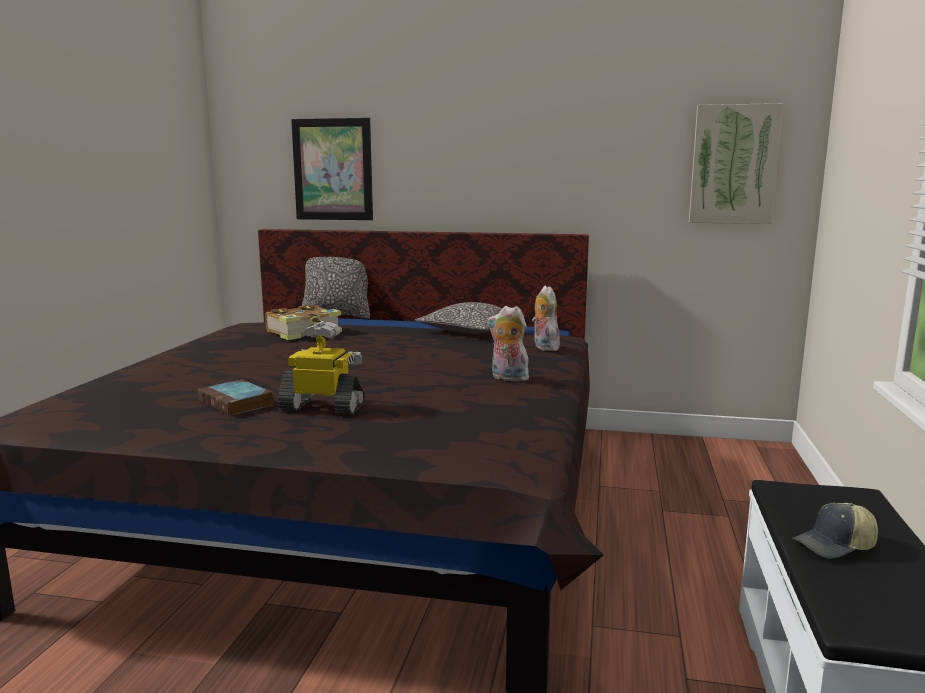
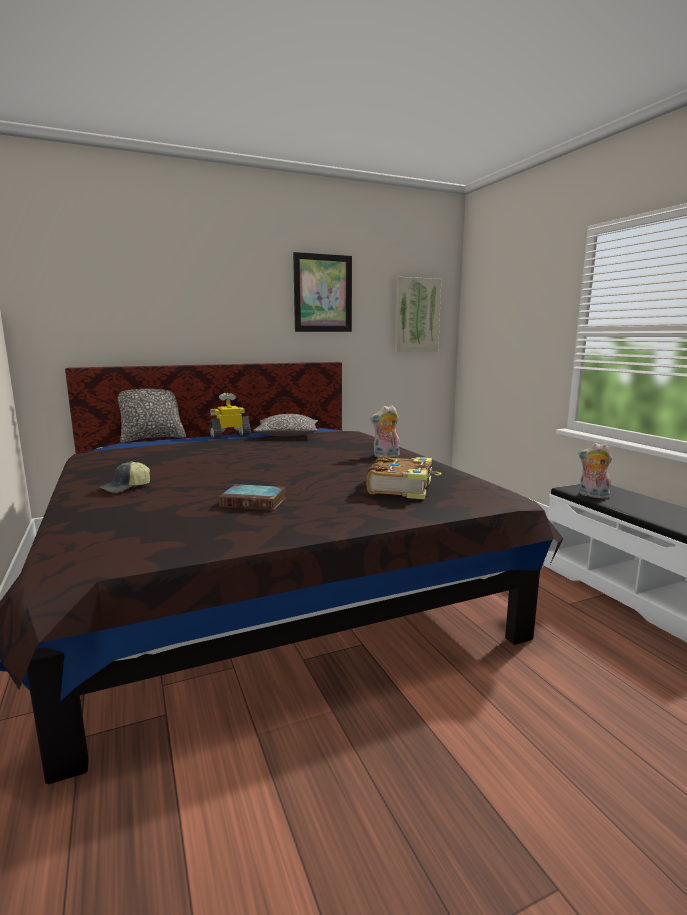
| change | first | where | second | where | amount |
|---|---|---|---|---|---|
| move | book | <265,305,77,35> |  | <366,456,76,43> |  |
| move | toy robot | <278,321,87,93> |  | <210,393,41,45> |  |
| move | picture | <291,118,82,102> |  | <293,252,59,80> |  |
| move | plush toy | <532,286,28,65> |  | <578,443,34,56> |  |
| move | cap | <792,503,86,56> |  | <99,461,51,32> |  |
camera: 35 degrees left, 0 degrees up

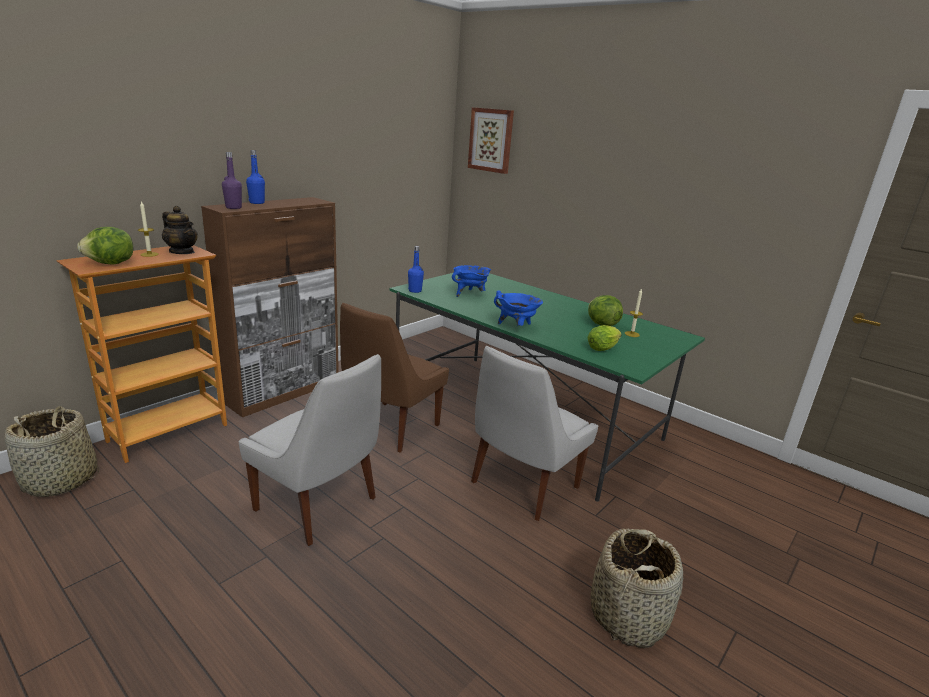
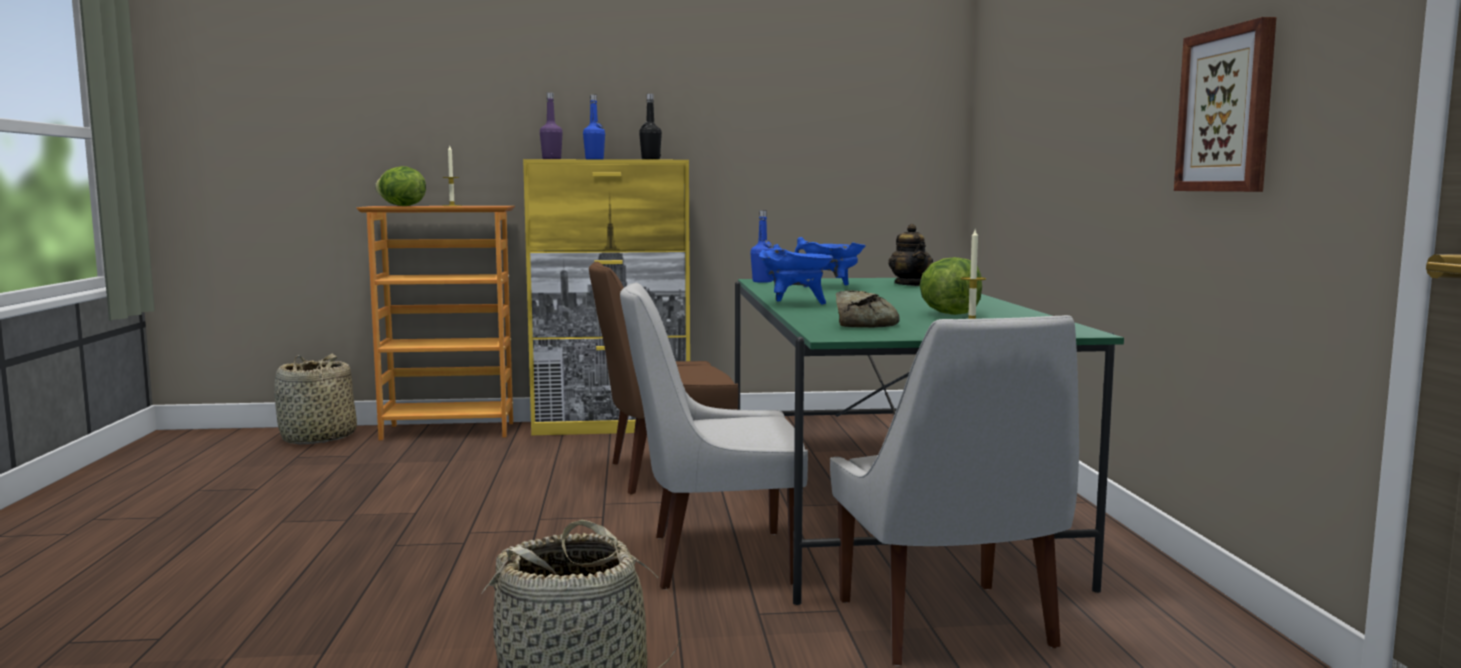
| change | first | where | second | where | amount |
|---|---|---|---|---|---|
| move | teapot | <162,206,36,48> |  | <888,224,45,62> |  |
| recolor | brown cabinet | <201,197,138,220> | yellow cabinet | <523,159,167,276> |  |
| move | white chair | <238,354,143,192> |  | <830,315,249,351> |  |
| move | picture | <468,107,46,67> |  | <1174,17,102,175> |  |
| replace | lettuce | <587,325,35,26> | bread | <836,290,64,38> |  |
| insert |  |  | black bottle | <639,94,23,66> |  |
camera: 45 degrees right, 15 degrees down

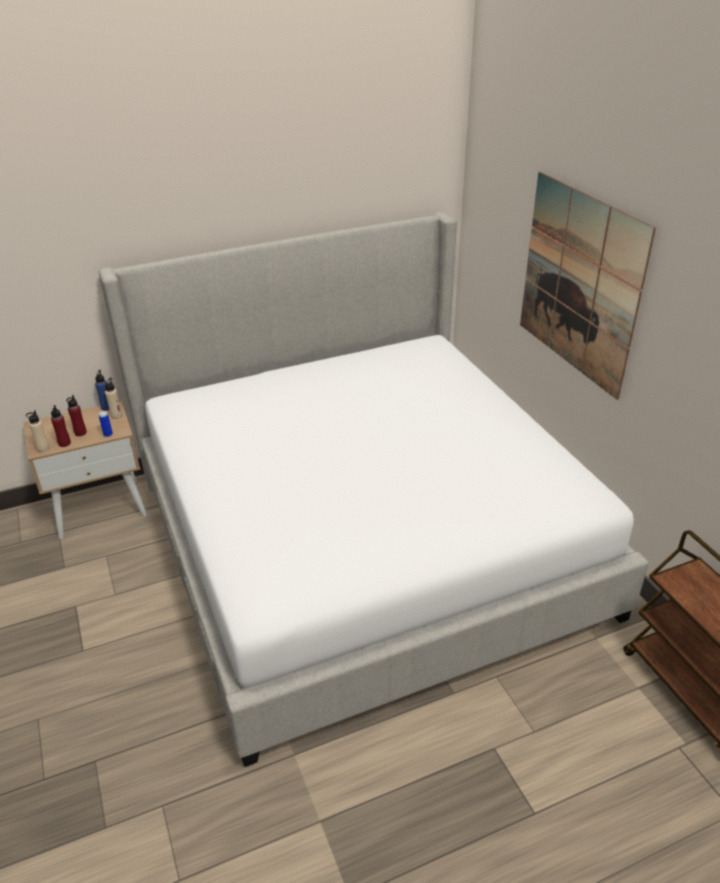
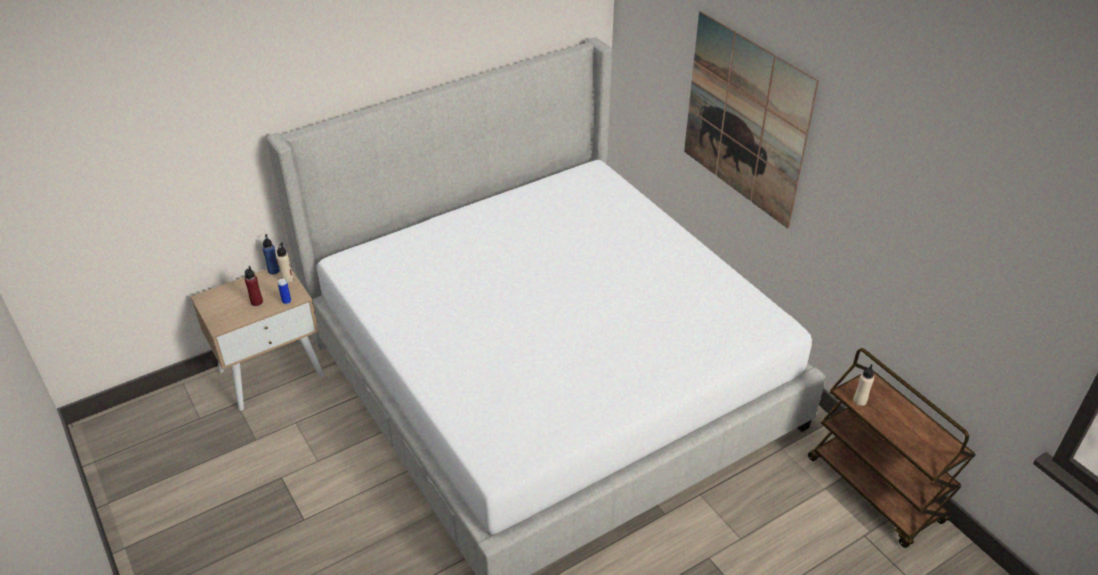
| change | first | where | second | where | amount |
|---|---|---|---|---|---|
| move | beige bottle | <26,410,23,42> |  | <853,364,21,42> |  |
| delete | red bottle | <51,405,20,42> |  |  |  |
camera: 10 degrees left, 5 degrees up

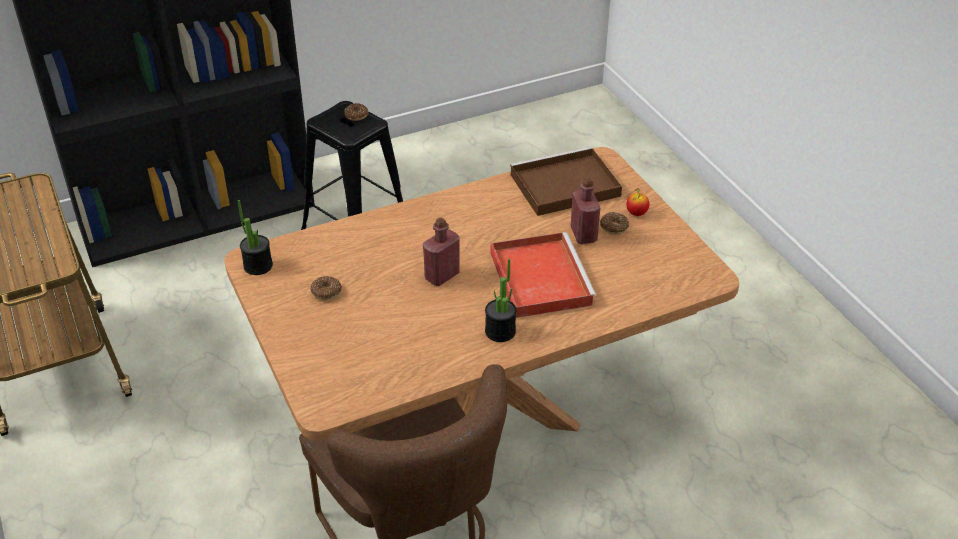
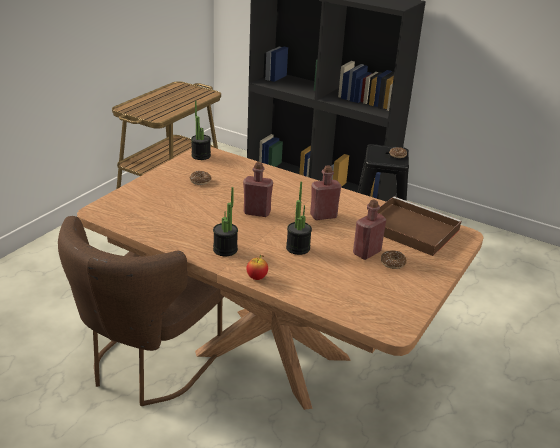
| change | first | where | second | where | amount |
|---|---|---|---|---|---|
| replace | red tray | <490,232,107,86> | potted plant | <286,182,26,73> |  |
| move | apple | <626,188,23,28> |  | <246,255,22,25> |  |
| insert |  |  | red bottle | <310,165,31,55> |  |
camera: 55 degrees right, 10 degrees down

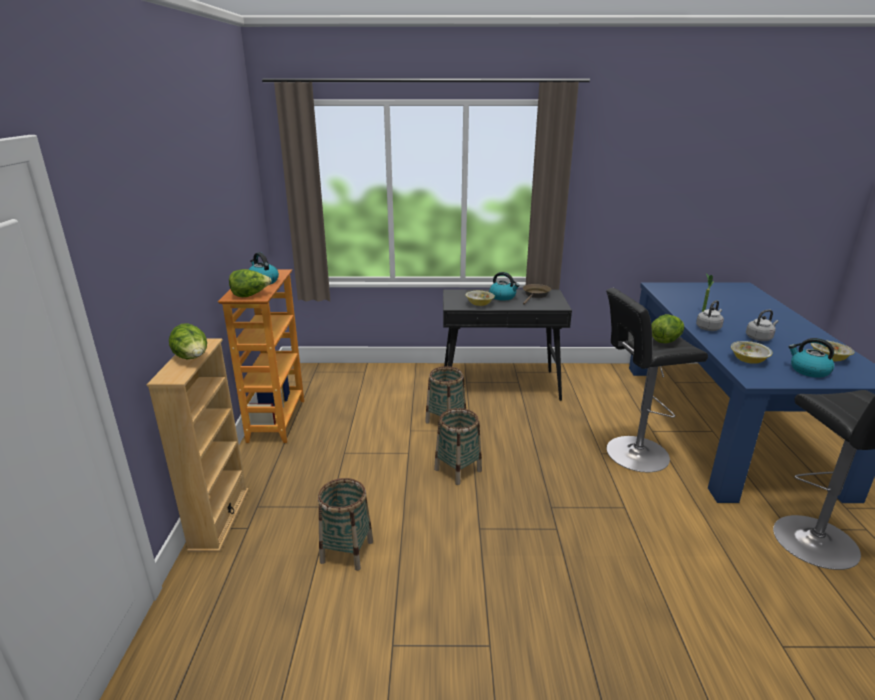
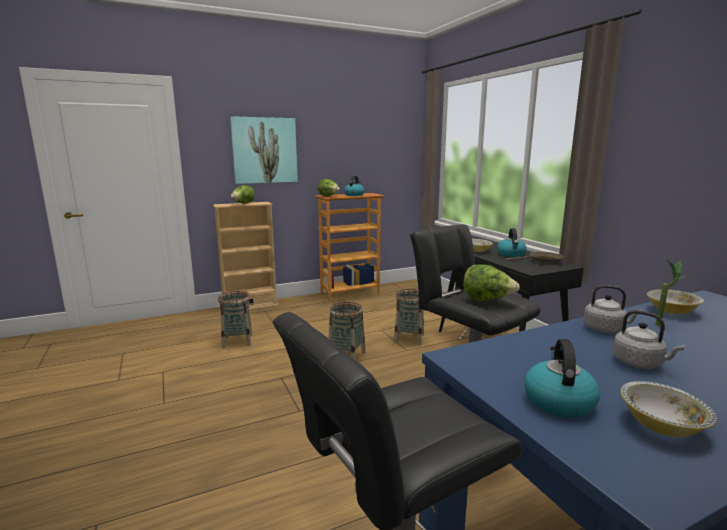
| change | first | where | second | where | amount |
|---|---|---|---|---|---|
| move | bowl | <731,341,41,23> |  | <647,289,57,25> |  |
| insert |  |  | picture | <230,116,68,68> |  |
camera: 65 degrees right, 10 degrees down

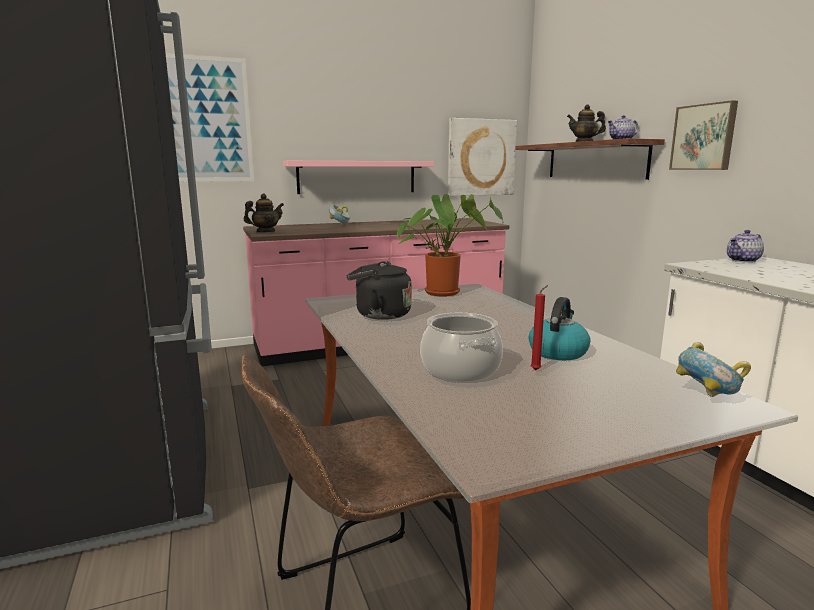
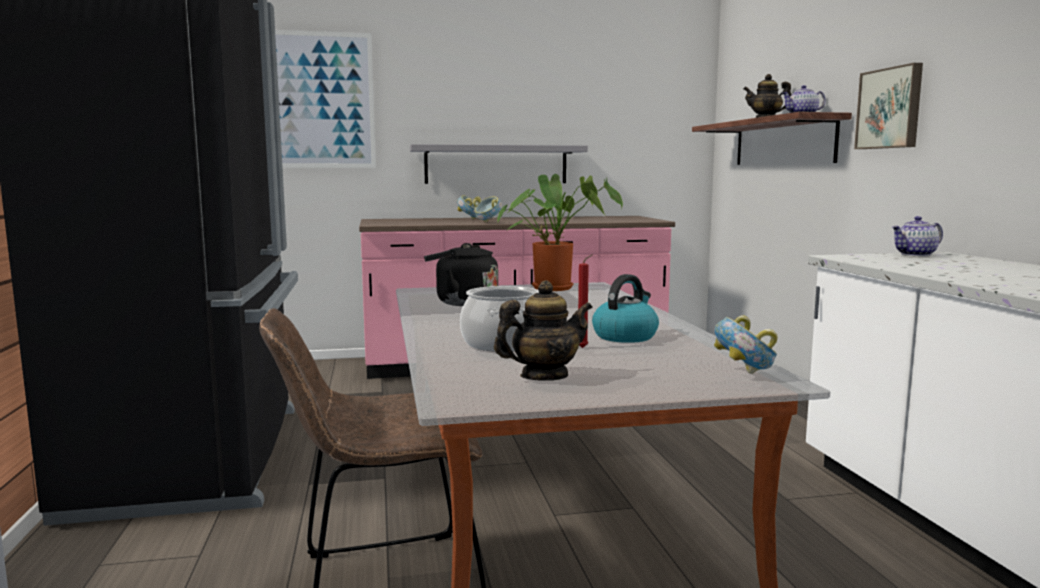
| change | first | where | second | where | amount |
|---|---|---|---|---|---|
| move | teapot | <244,194,40,38> |  | <494,280,99,101> |  |
| recolor | pink shelf | <283,161,151,33> | grey shelf | <410,144,178,40> |  |
| delete | picture | <448,118,69,78> |  |  |  |
| insert |  |  | bowl | <473,196,29,26> |  |
camera: 10 degrees right, 5 degrees down

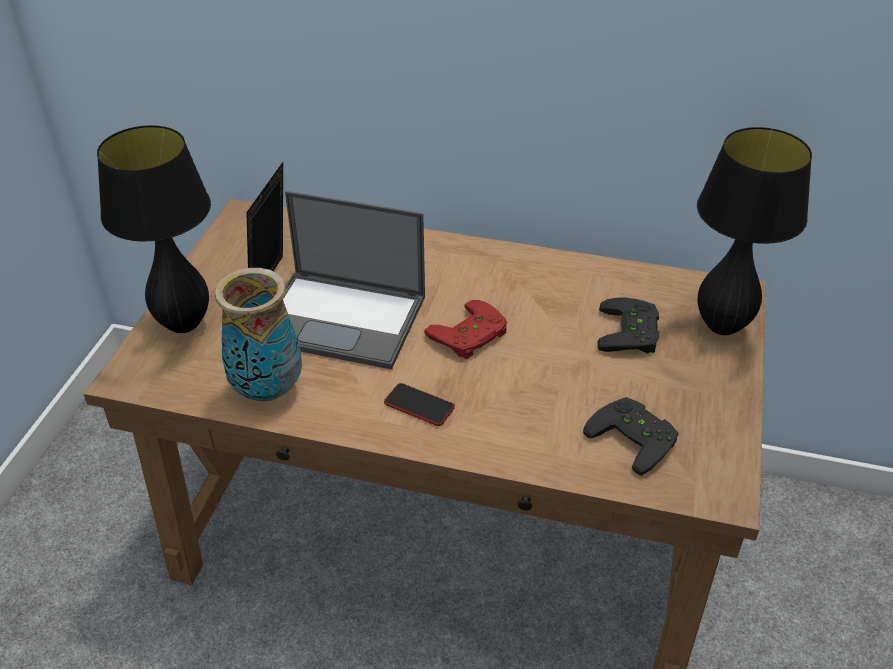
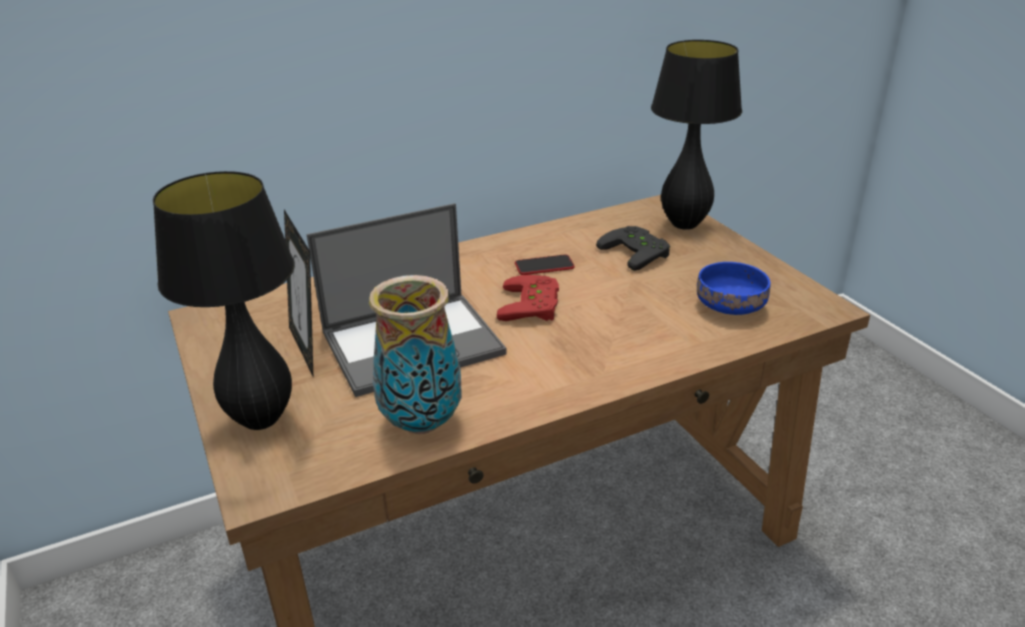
| change | first | where | second | where | amount |
|---|---|---|---|---|---|
| move | phone | <384,383,71,43> |  | <515,254,60,21> |  |
| replace | black game controller | <583,397,96,79> | blue bowl | <697,262,74,53> |  |
camera: 40 degrees left, 10 degrees down

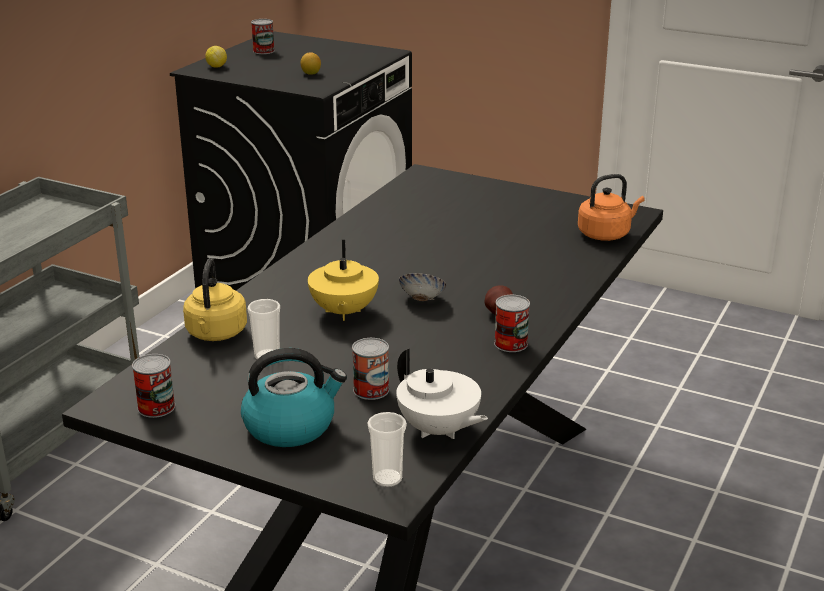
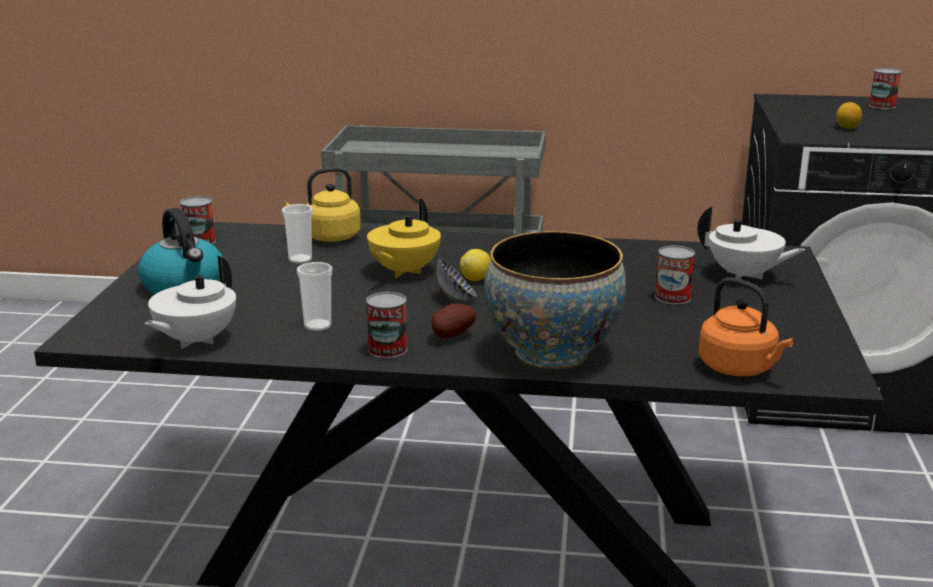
| change | first | where | second | where | amount |
|---|---|---|---|---|---|
| move | lemon | <205,46,22,21> |  | <460,249,31,32> |  |
| rotate | yellow teapot | <308,240,71,81> |  | <367,199,74,79> | 45 degrees counterclockwise |
| move | can | <352,338,37,62> |  | <655,246,40,59> |  |
| move | cup | <367,412,40,75> |  | <297,262,35,69> |  |
| insert |  |  | bowl | <485,231,141,138> |  |
| insert |  |  | white teapot | <697,206,108,73> |  |
camera: 70 degrees right, 5 degrees down

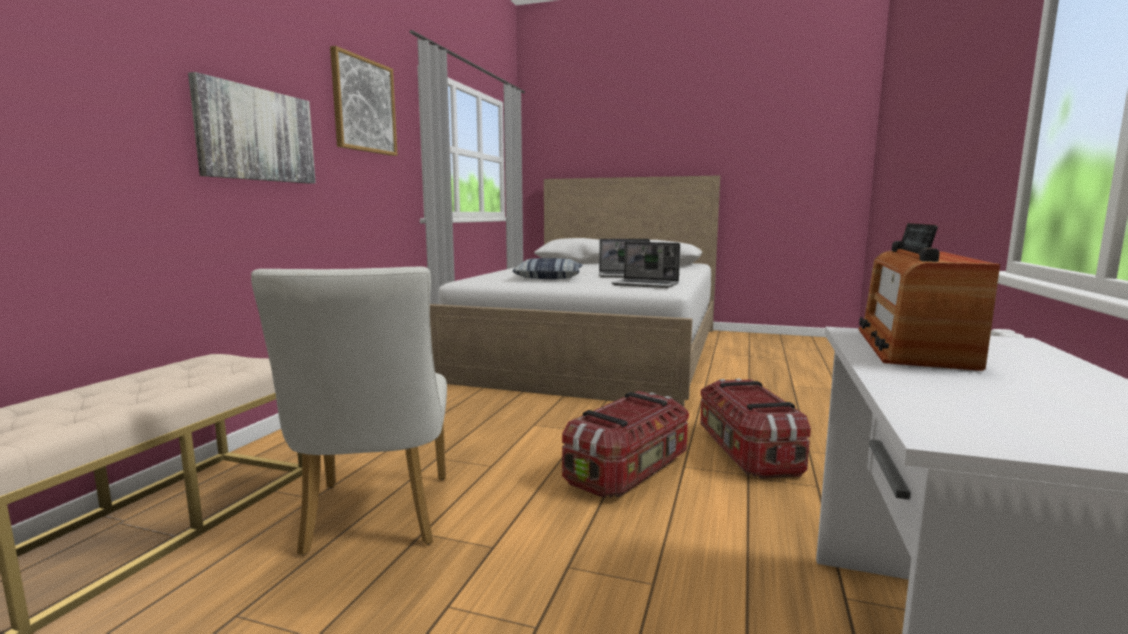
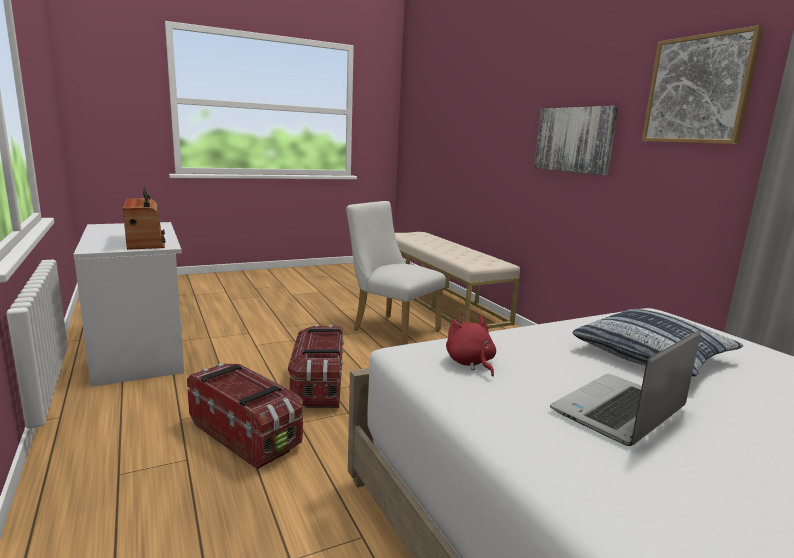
| change | first | where | second | where | amount |
|---|---|---|---|---|---|
| replace | laptop | <612,242,68,46> | red plush toy | <446,316,50,61> |  |
camera: 135 degrees right, 5 degrees up

